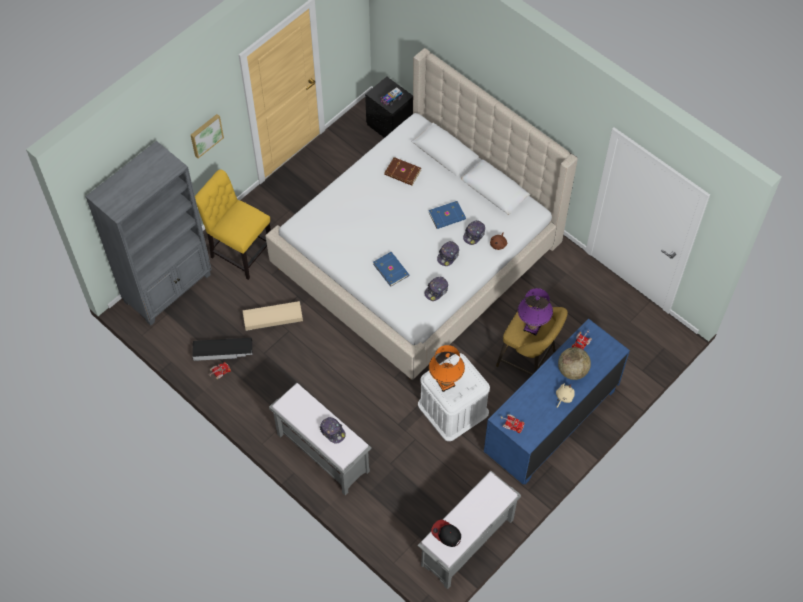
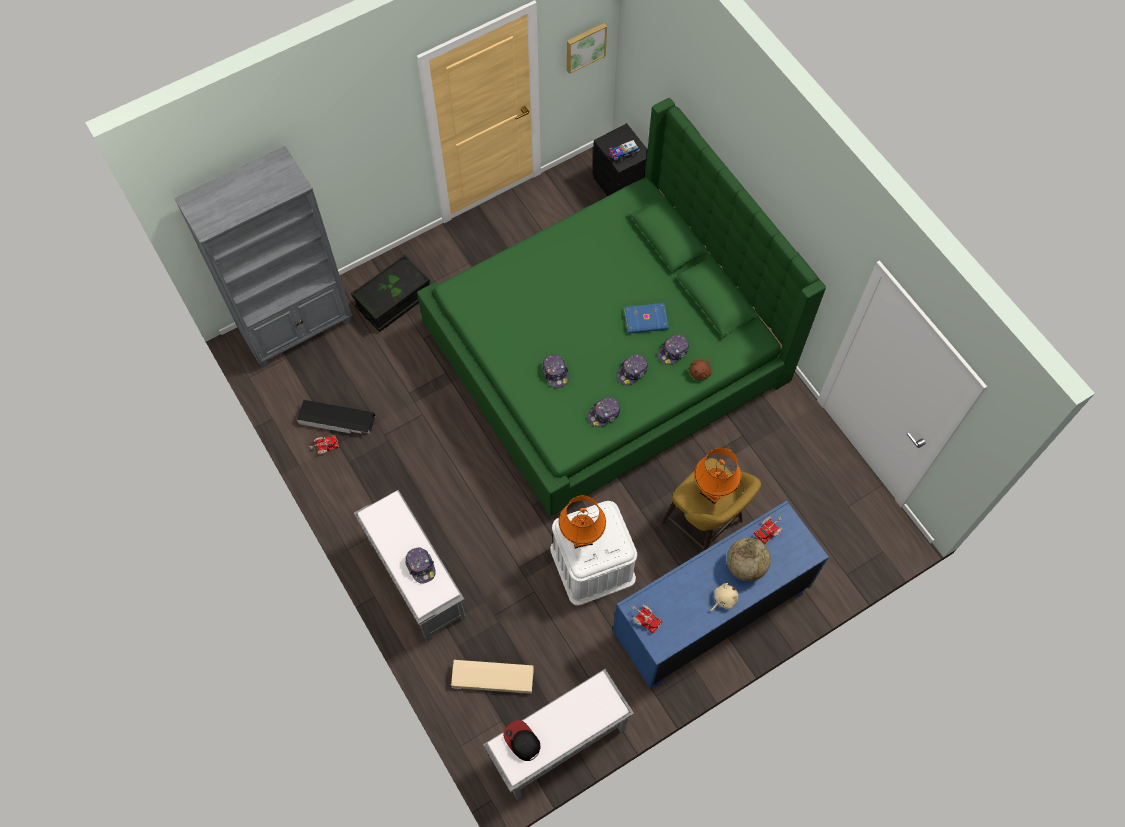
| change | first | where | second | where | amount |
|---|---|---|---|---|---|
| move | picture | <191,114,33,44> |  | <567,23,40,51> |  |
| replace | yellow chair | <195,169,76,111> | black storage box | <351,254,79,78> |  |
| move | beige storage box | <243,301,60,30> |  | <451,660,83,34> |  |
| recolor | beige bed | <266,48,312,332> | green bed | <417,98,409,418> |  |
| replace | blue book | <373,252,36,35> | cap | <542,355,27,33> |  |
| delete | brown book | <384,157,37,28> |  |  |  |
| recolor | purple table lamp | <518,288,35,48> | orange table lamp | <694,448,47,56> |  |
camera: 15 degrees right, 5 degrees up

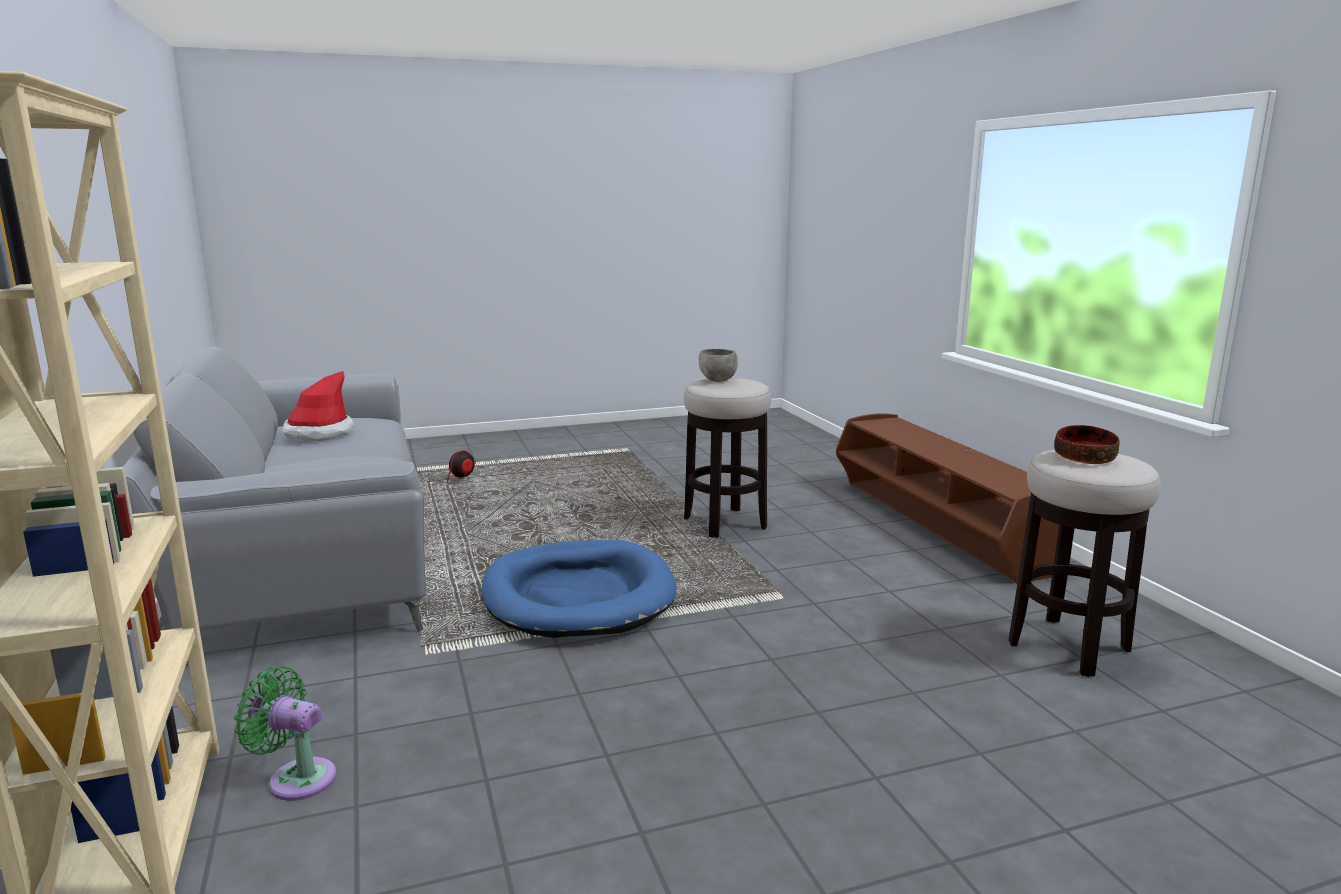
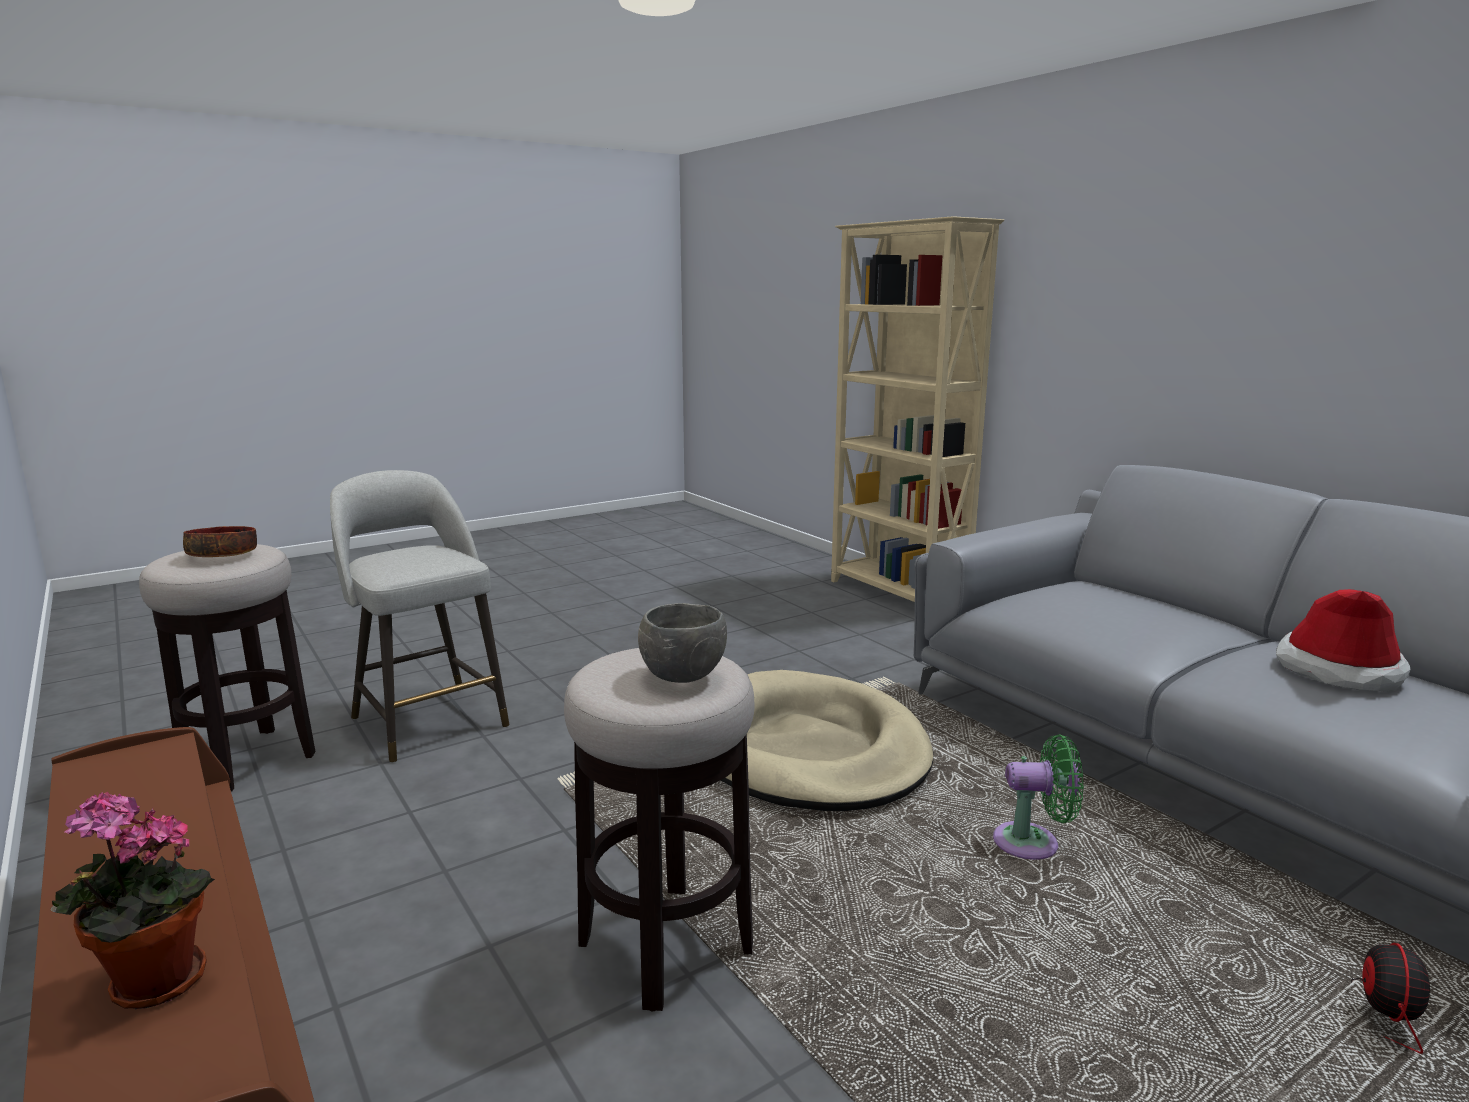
| change | first | where | second | where | amount |
|---|---|---|---|---|---|
| move | green fan | <234,666,103,135> |  | <993,734,91,126> |  |
| recolor | blue dog bed | <481,540,195,98> | beige dog bed | <721,670,212,141> |  |
| insert |  |  | potted plant | <52,791,163,219> |  |
| insert |  |  | grey stool | <330,470,179,293> |  |
camera: 165 degrees right, 0 degrees up

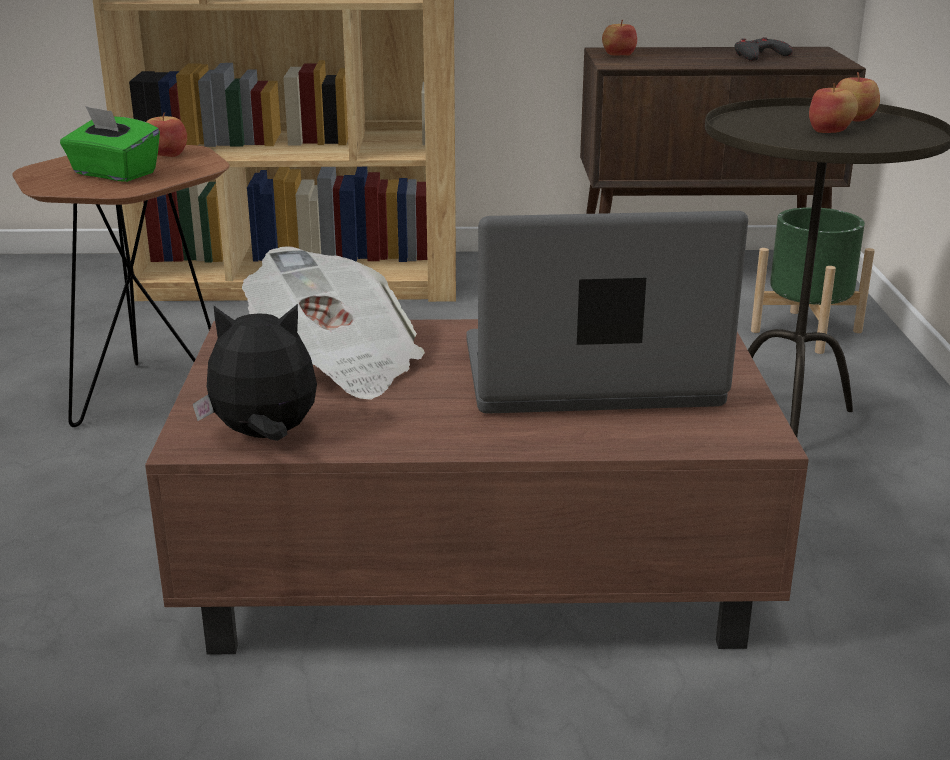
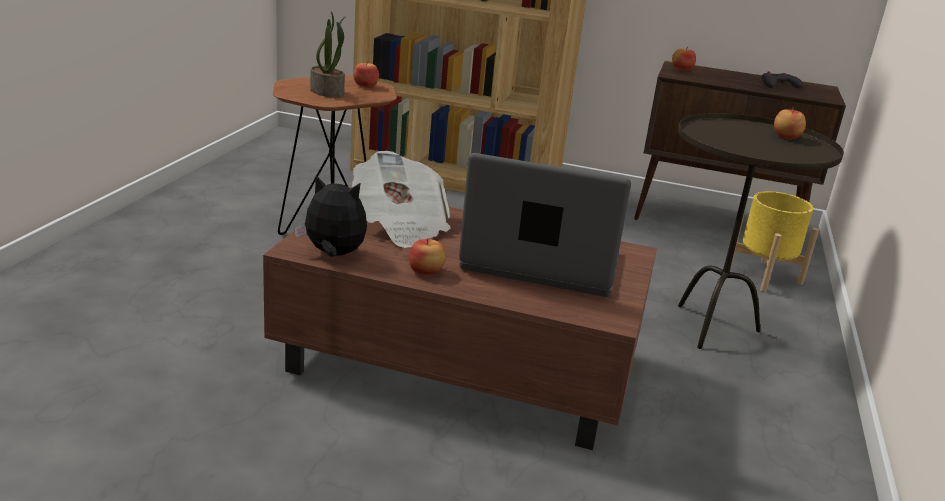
| change | first | where | second | where | amount |
|---|---|---|---|---|---|
| replace | green tissue box | <60,106,100,76> | potted plant | <310,11,36,87> |  |
| recolor | green planter | <751,207,124,147> | yellow planter | <730,191,89,101> |  |
| move | apple | <809,83,49,50> |  | <409,239,38,36> |  |
camera: 15 degrees right, 0 degrees up

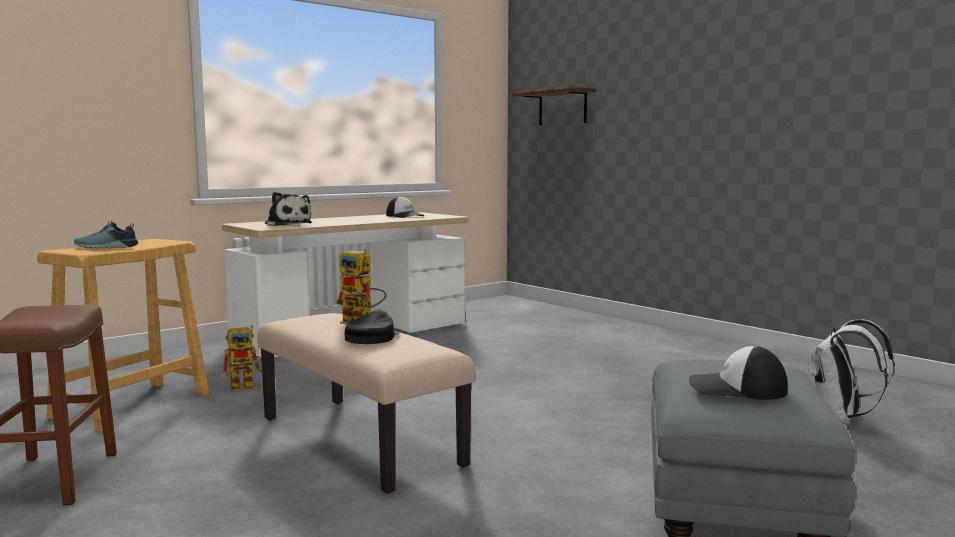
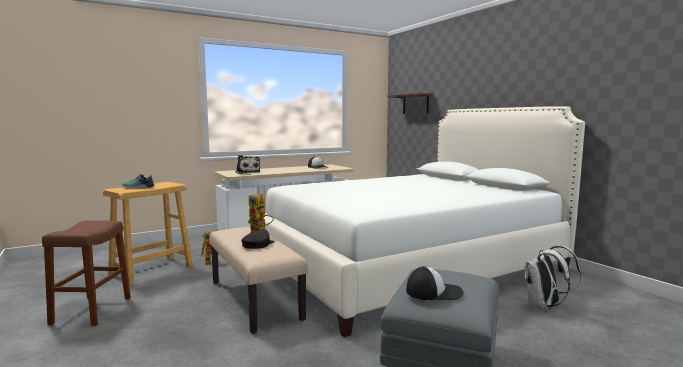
| change | first | where | second | where | amount |
|---|---|---|---|---|---|
| rotate | cap | <689,346,99,54> |  | <406,266,58,34> | 150 degrees clockwise |
| insert |  |  | white bed | <264,106,321,231> |  |
camera: 10 degrees right, 0 degrees up

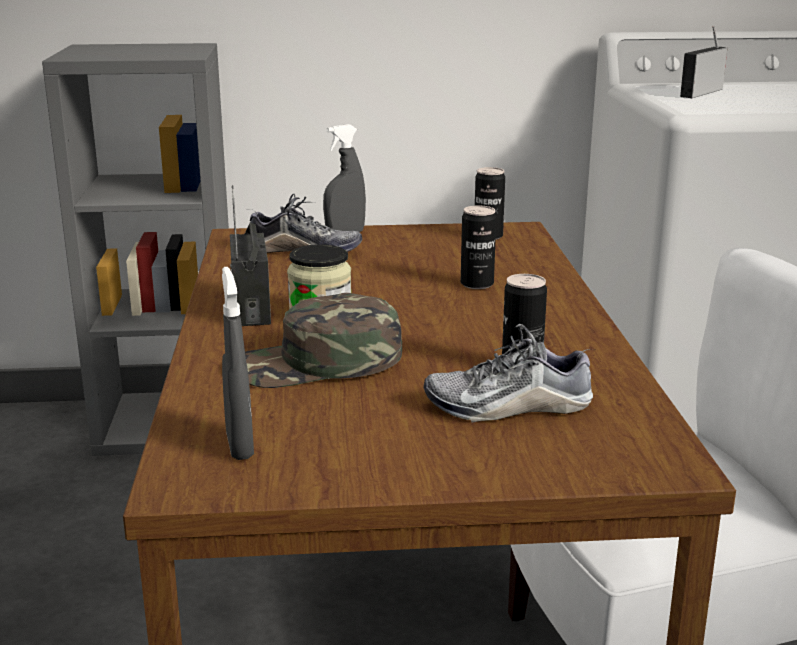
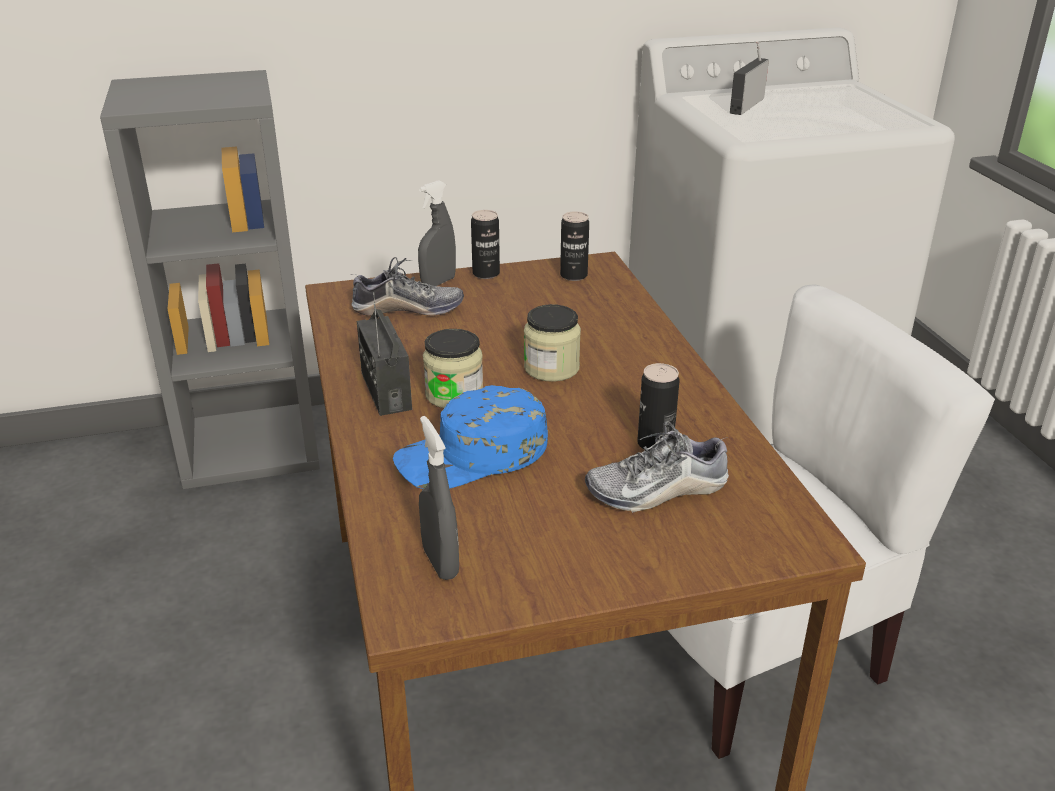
| change | first | where | second | where | amount |
|---|---|---|---|---|---|
| recolor | green cap | <245,293,157,95> | blue cap | <393,385,155,104> |  |
| move | can | <461,205,35,84> |  | <471,210,29,69> |  |
| insert |  |  | jar | <524,304,57,78> |  |
camera: 10 degrees left, 10 degrees up

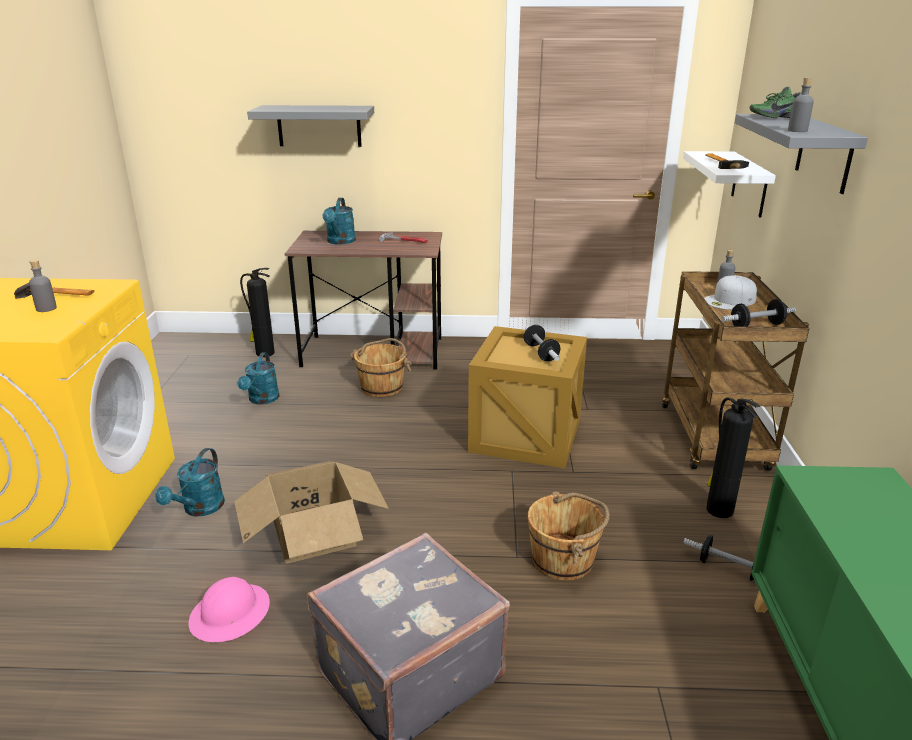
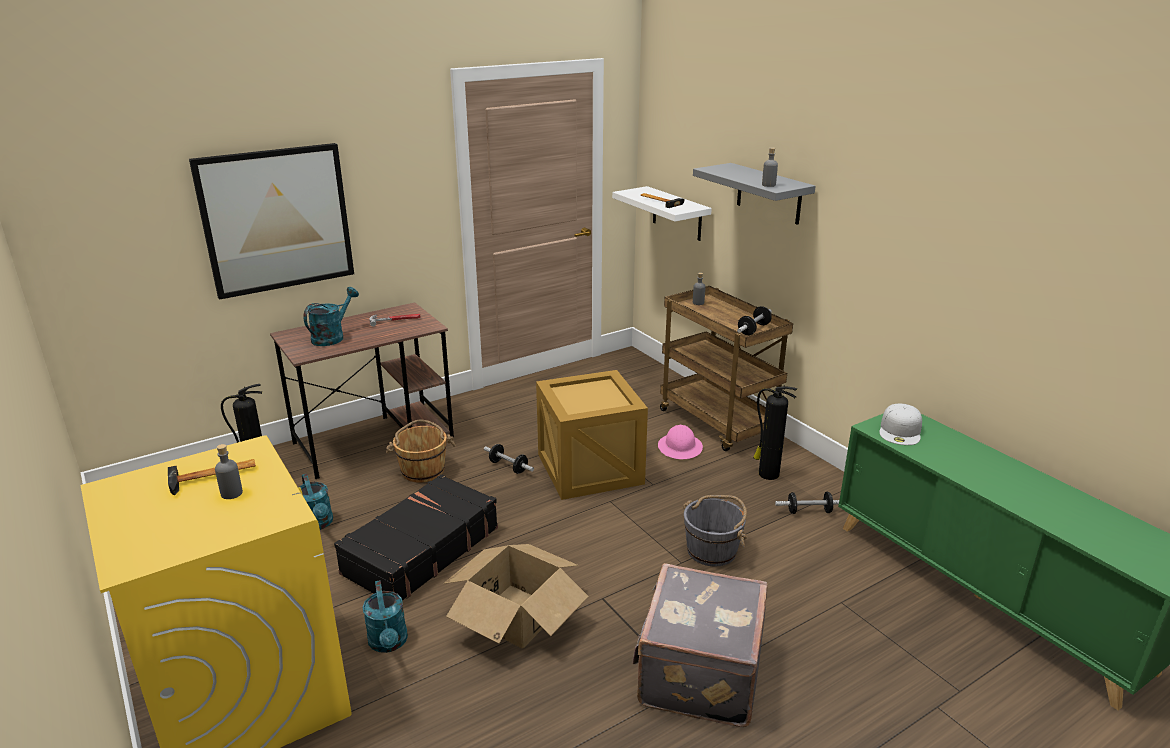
| change | first | where | second | where | amount |
|---|---|---|---|---|---|
| move | pink hard hat | <189,577,81,65> |  | <658,425,45,34> |  |
| replace | grey shelf | <247,105,127,42> | picture | <189,143,165,157> |  |
| rotate | turquoise watering can | <322,198,34,47> |  | <303,287,56,59> | 120 degrees counterclockwise |
| move | dumbbell | <524,325,36,36> |  | <484,444,50,30> |  |
| recolor | brown bucket | <528,491,82,90> | grey bucket | <683,495,64,72> |  |
| move | white cap | <704,275,53,35> |  | <879,403,43,42> |  |
| delete | green shoe | <750,87,51,31> |  |  |  |
| insert |  |  | black suitcase | <334,474,164,126> |  |
camera: 35 degrees left, 0 degrees up

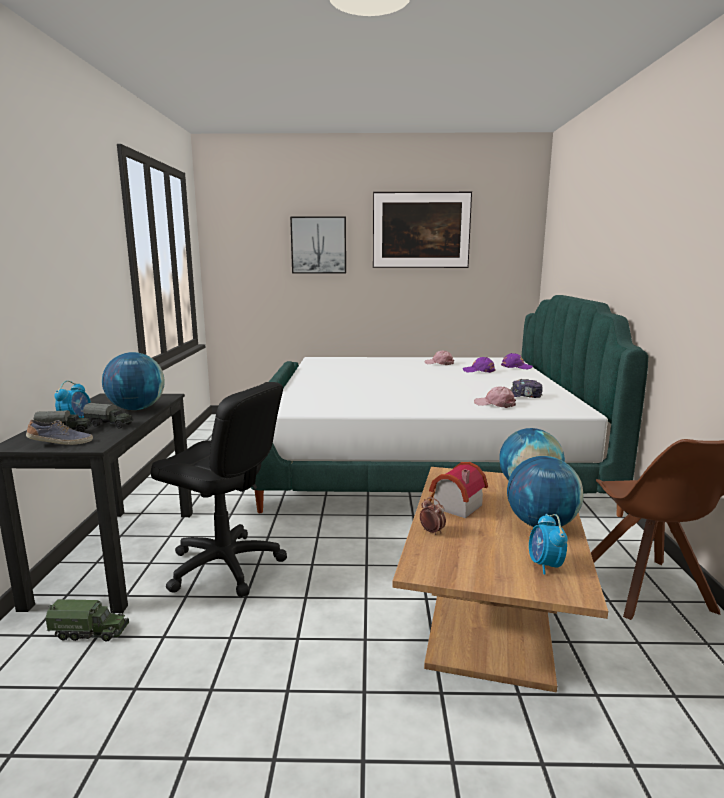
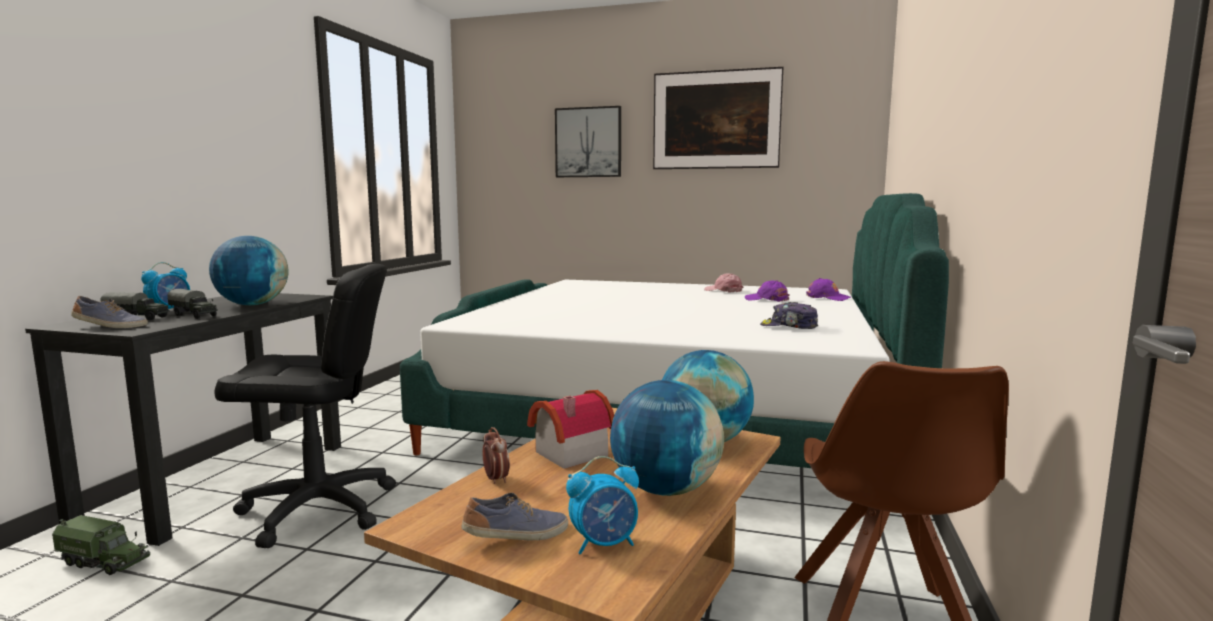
| change | first | where | second | where | amount |
|---|---|---|---|---|---|
| rotate | black office chair | <151,382,136,215> |  | <214,264,182,284> | 45 degrees counterclockwise |
| delete | pink cap | <474,386,42,22> |  |  |  |
| rotate | alarm clock | <529,514,39,61> |  | <566,456,73,99> | 120 degrees counterclockwise |
| insert |  |  | shoe | <462,493,106,47> |  |
camera: 15 degrees right, 5 degrees down

